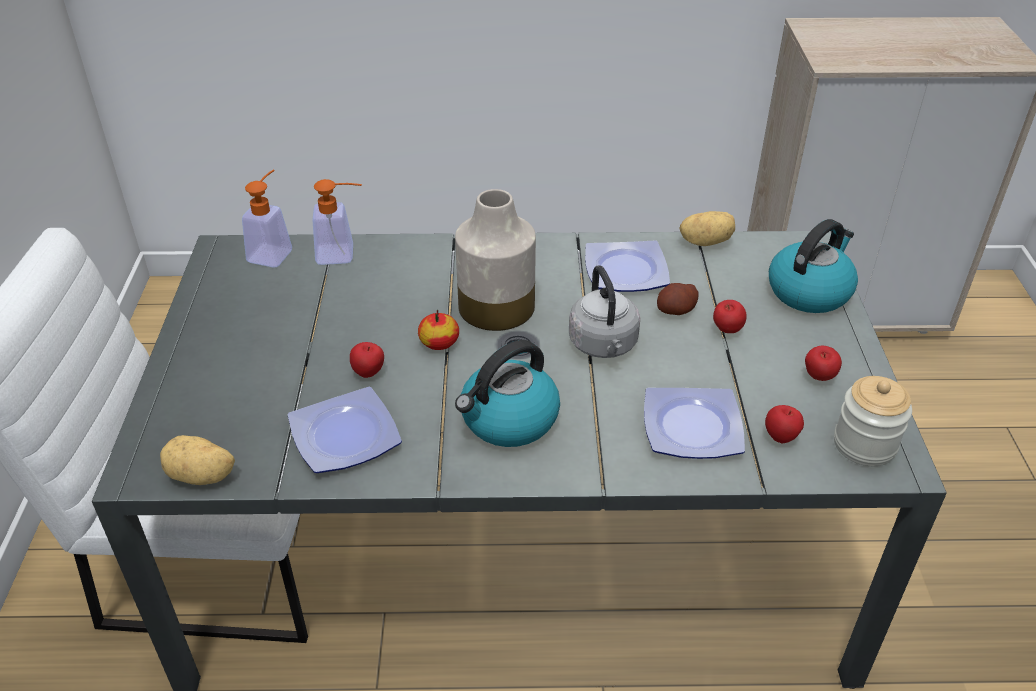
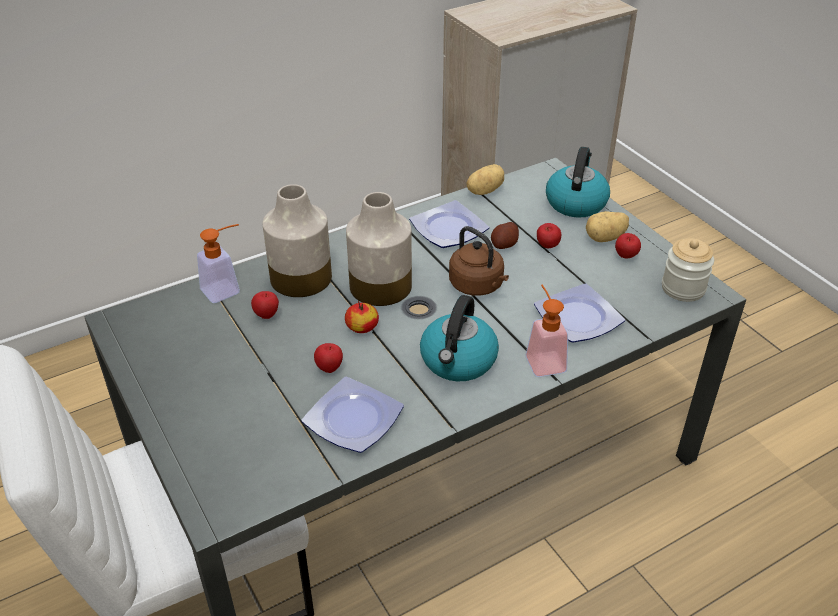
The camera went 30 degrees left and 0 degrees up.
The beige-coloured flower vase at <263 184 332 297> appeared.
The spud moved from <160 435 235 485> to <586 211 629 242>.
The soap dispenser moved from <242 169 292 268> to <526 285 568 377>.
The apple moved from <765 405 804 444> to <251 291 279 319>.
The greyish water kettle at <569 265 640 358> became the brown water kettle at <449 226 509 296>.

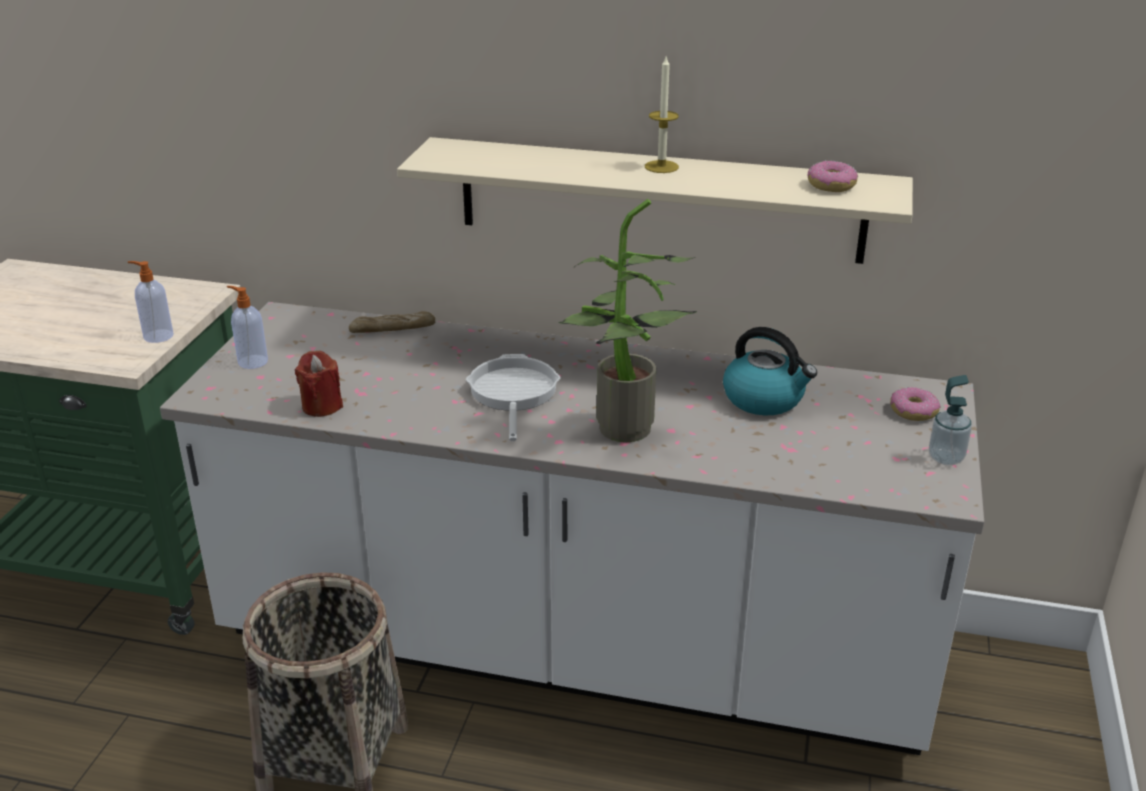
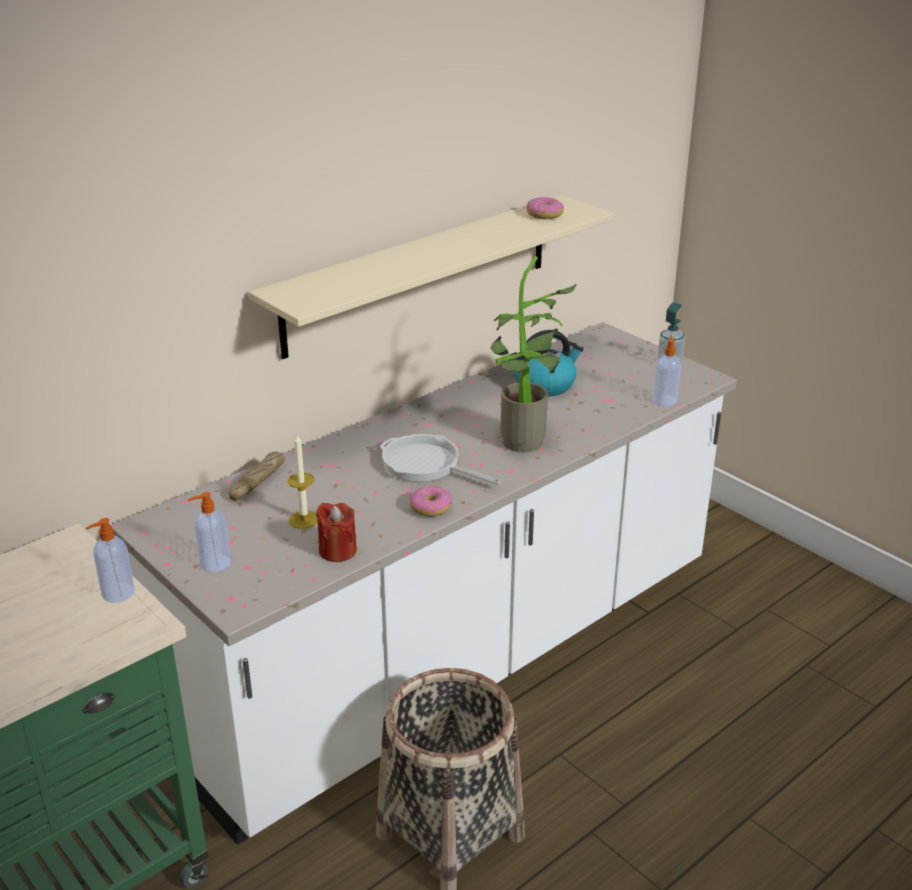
The camera went 55 degrees left and 0 degrees up.
The soap dispenser at <653 335 681 406> appeared.
The wax candle moved from <645 57 679 173> to <288 435 318 529>.
The doughnut moved from <890 387 940 421> to <410 486 452 517>.

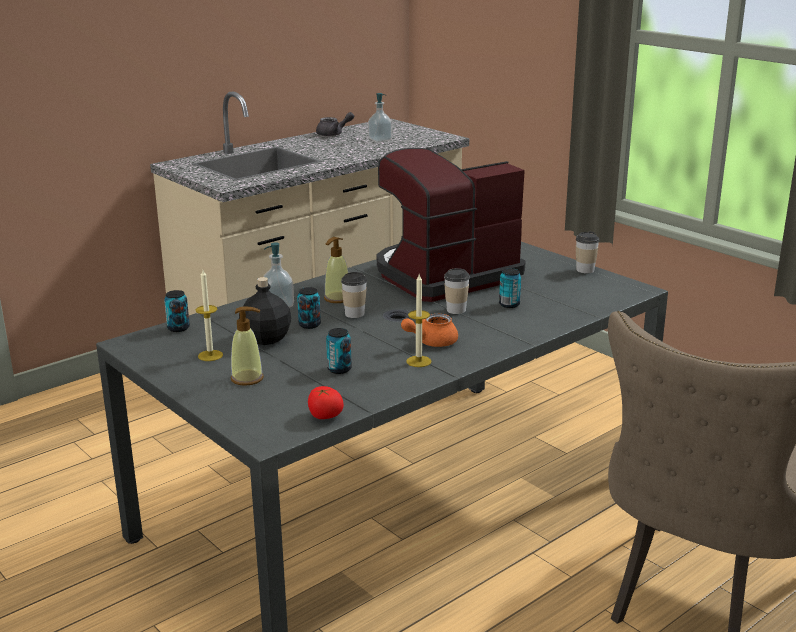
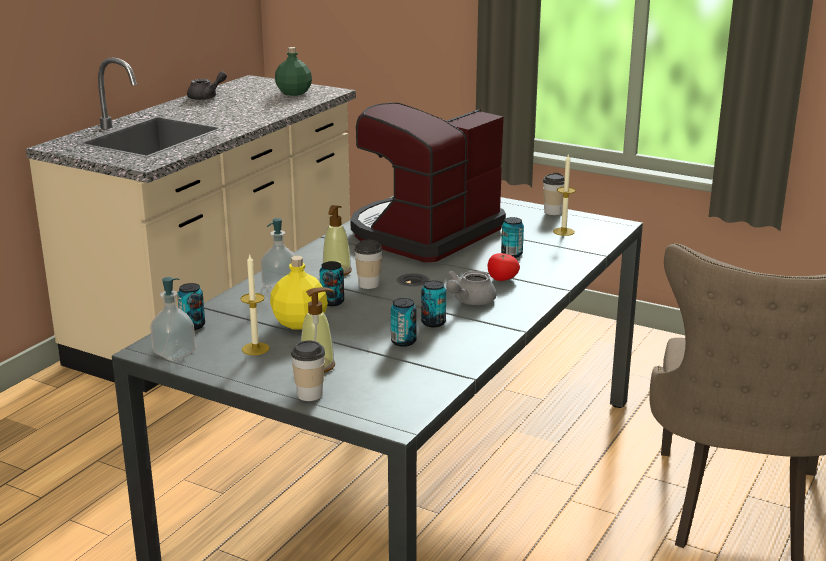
The camera went 20 degrees left and 0 degrees up.
The green beverage bottle at <275 47 312 96> appeared.
The sealed can at <421 280 446 327> appeared.
The fresh tomato moved from <308 386 344 419> to <488 253 520 281>.
The soap dispenser moved from <368 93 392 142> to <150 277 196 361>.
The wax candle moved from <406 274 432 367> to <553 155 576 236>.
The drinking cup moved from <444 268 470 314> to <291 341 325 401>.
The black-coloured beverage bottle at <239 277 291 345> became the yellow-coloured beverage bottle at <270 256 328 330>.
The orangey tea pot at <401 314 458 347> became the greyish tea pot at <446 270 496 305>.

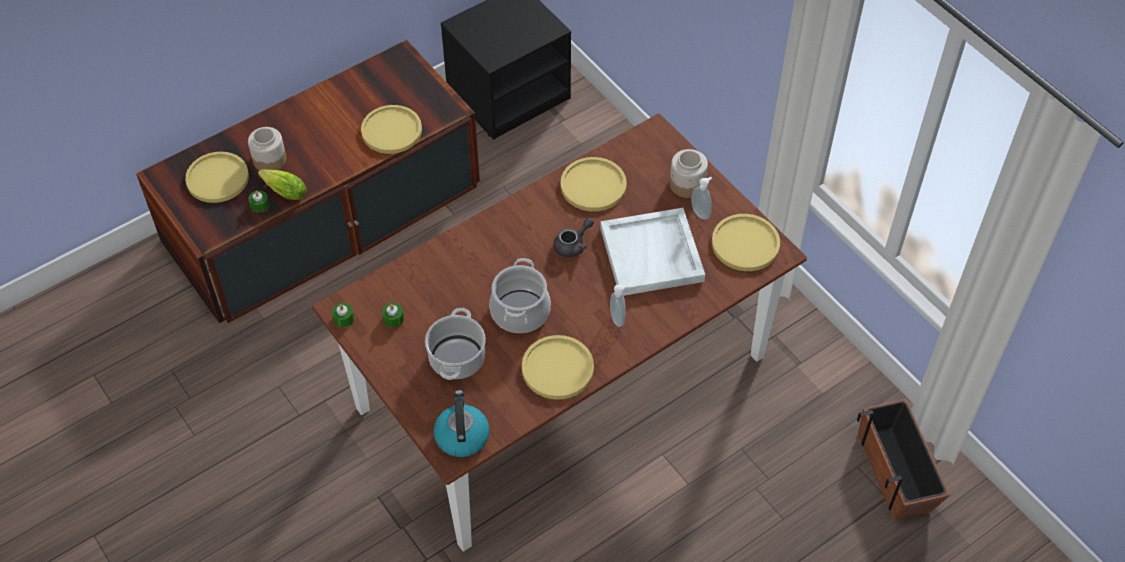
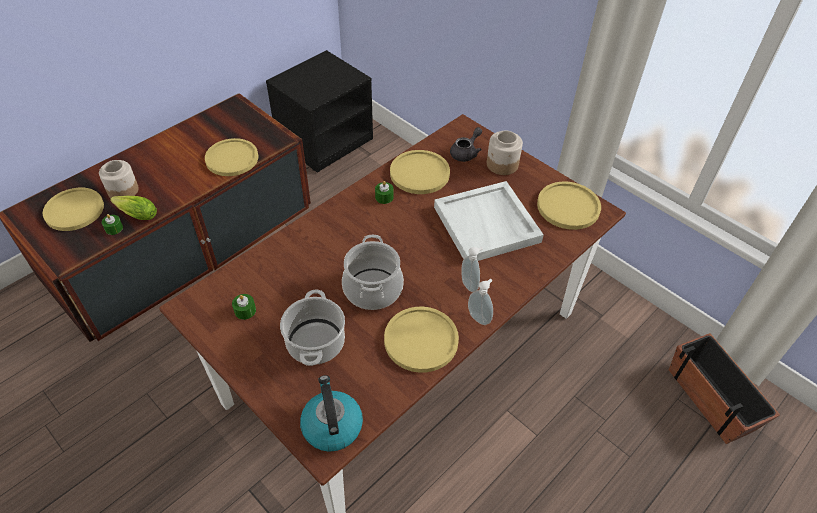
The camera went 10 degrees left and 5 degrees down.
The green wax candle moved from <332 303 354 328> to <375 181 394 204>.
The greyish tea pot moved from <553 217 594 257> to <450 127 482 162>.
The soap dispenser moved from <691 177 712 220> to <468 279 493 325>.

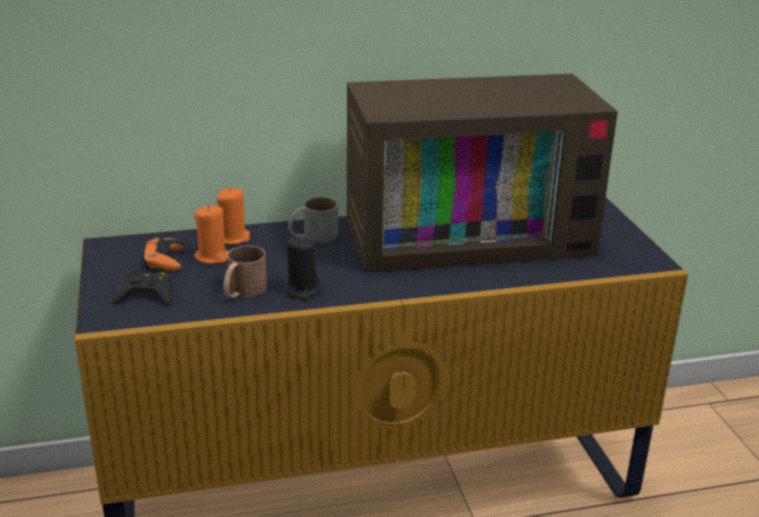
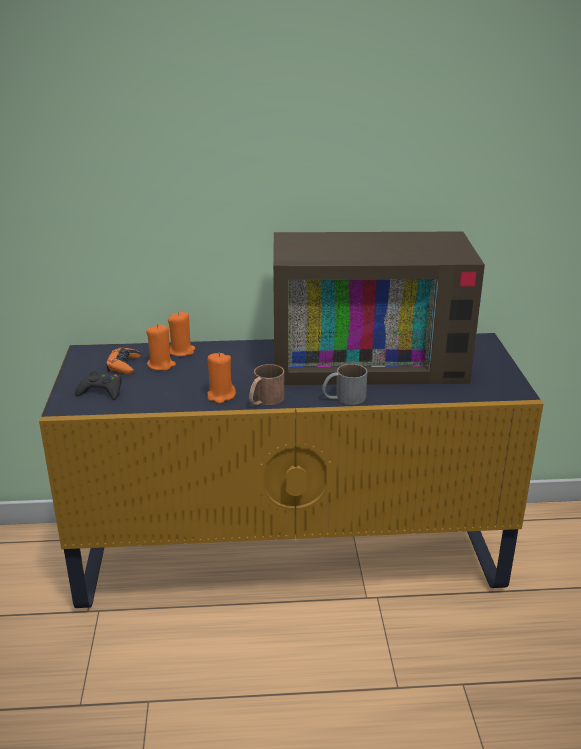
The camera went 10 degrees right and 0 degrees up.
The brown tea mug moved from <223 245 267 298> to <249 364 284 405>.
The greyish tea mug moved from <288 197 338 242> to <322 364 367 405>.
The black-coloured wax candle at <285 236 321 301> became the orangey wax candle at <208 353 236 404>.

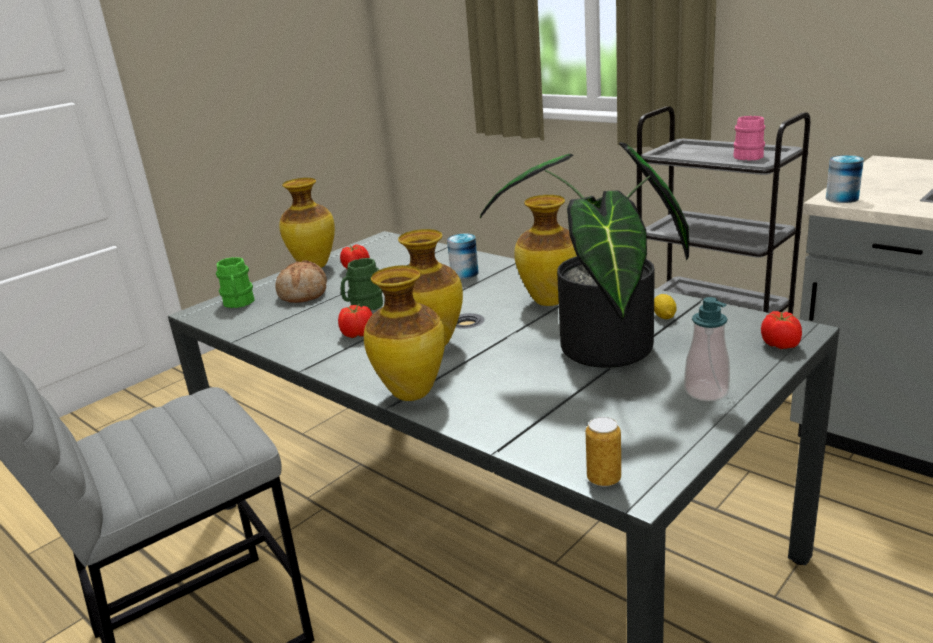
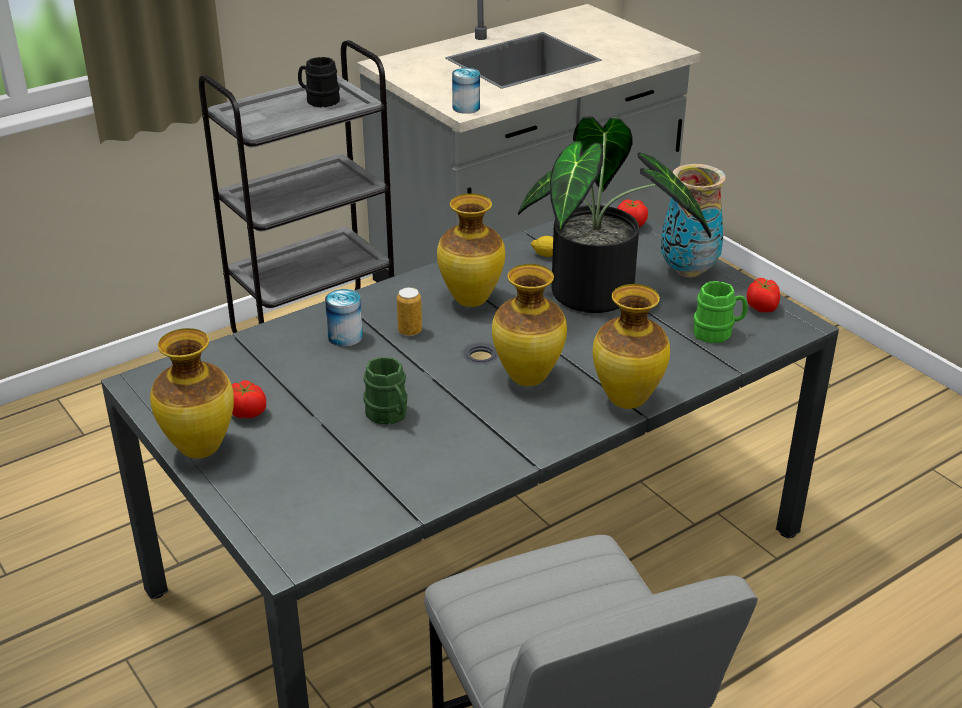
The camera went 80 degrees left and 10 degrees up.
The baked bread at <275 261 327 303> disappeared.
The green tea mug moved from <216 257 255 308> to <693 281 747 343>.
The fresh tomato moved from <338 304 373 338> to <747 278 780 312>.
The sealed can moved from <585 417 621 487> to <397 287 422 336>.
The soap dispenser at <684 297 730 401> was replaced by the flower vase at <661 164 726 277>.
The pink-coloured tea mug at <734 116 765 161> became the black-coloured tea mug at <298 57 340 107>.

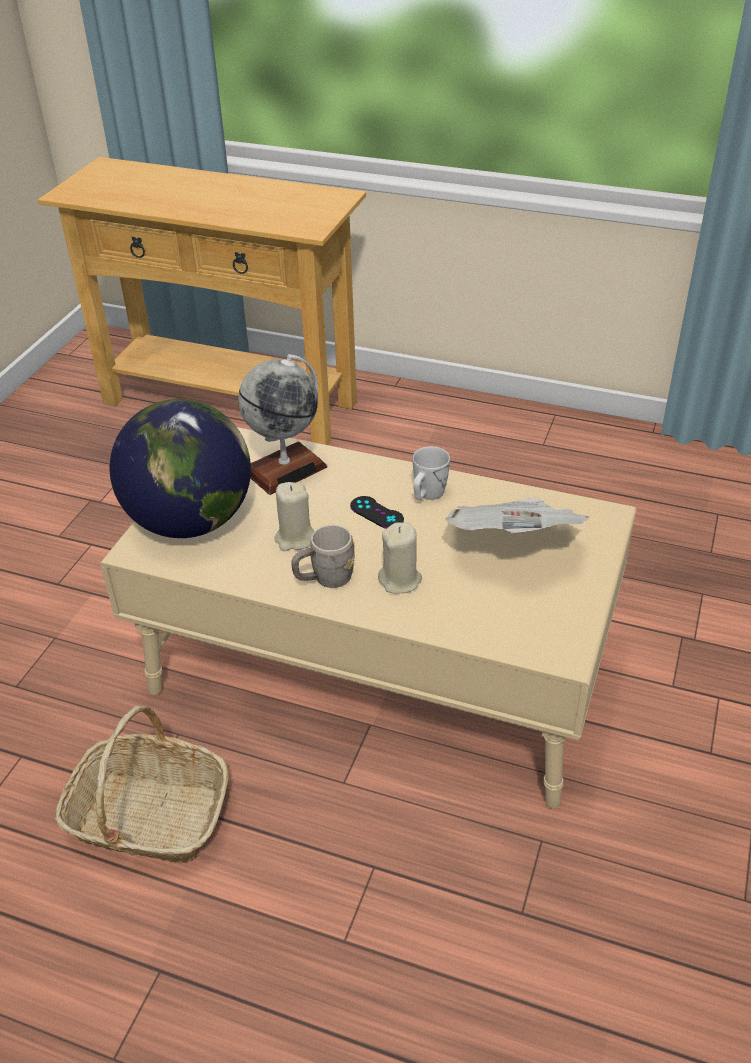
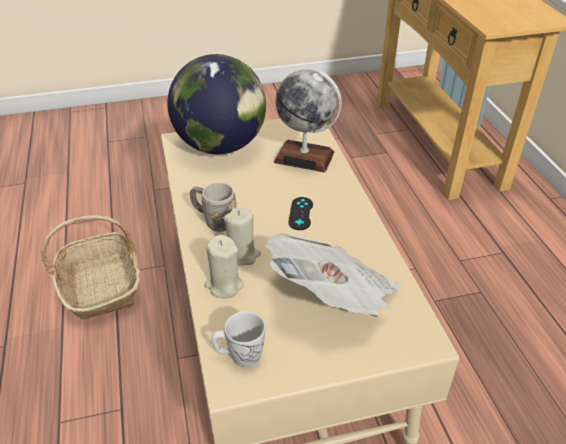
The camera went 55 degrees right and 0 degrees up.
The beige-coloured wax candle moved from <274 482 314 551> to <204 235 244 298>.
The white tea mug moved from <413 446 450 500> to <211 311 265 367>.

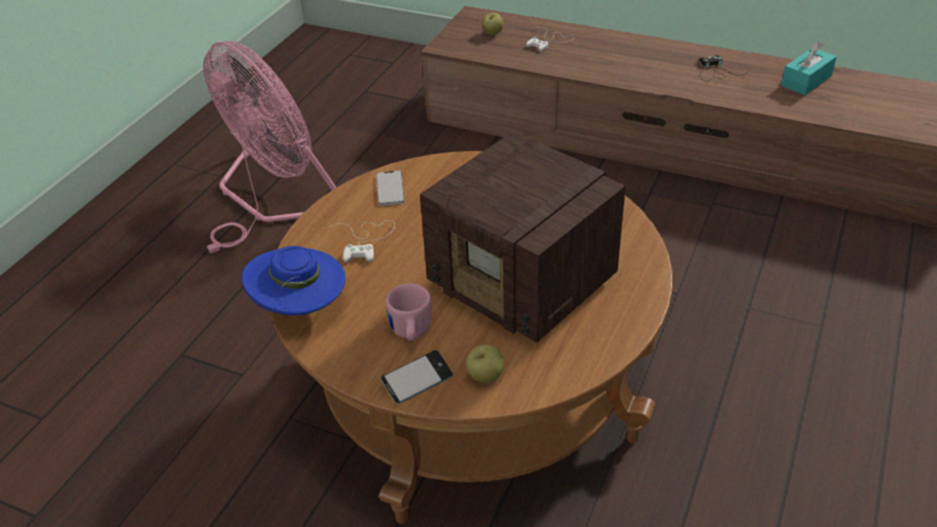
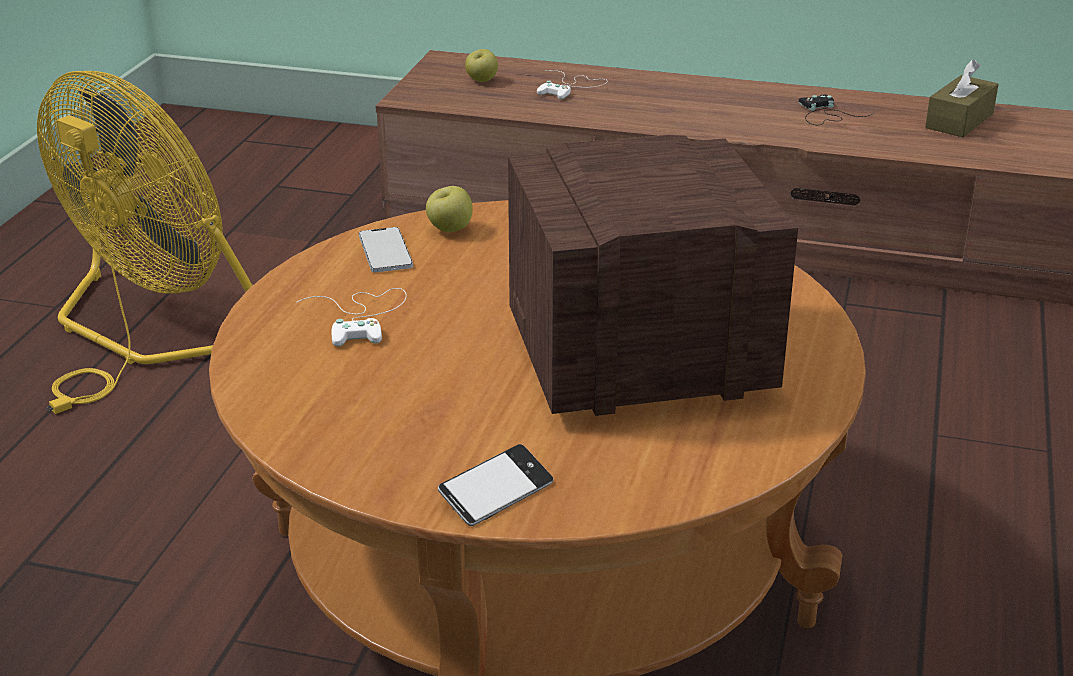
The camera went 10 degrees left and 10 degrees down.
The bluish clothing hat at <242 246 346 316> disappeared.
The pink-coloured tea mug at <386 283 432 341> disappeared.
The apple moved from <466 345 504 383> to <426 186 473 232>.
The pink-coloured cooling fan at <203 41 336 254> became the yellow-coloured cooling fan at <37 71 253 414>.
The turquoise-coloured tissue holder at <781 41 836 95> became the brown tissue holder at <925 59 999 137>.
The radio at <420 134 626 343> turned 135 degrees clockwise.

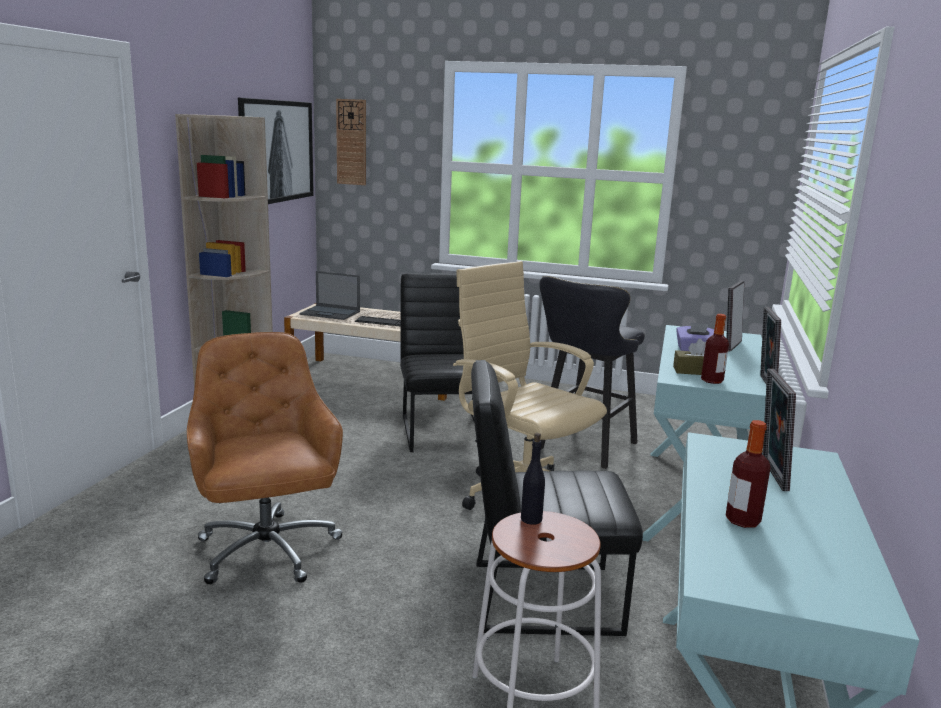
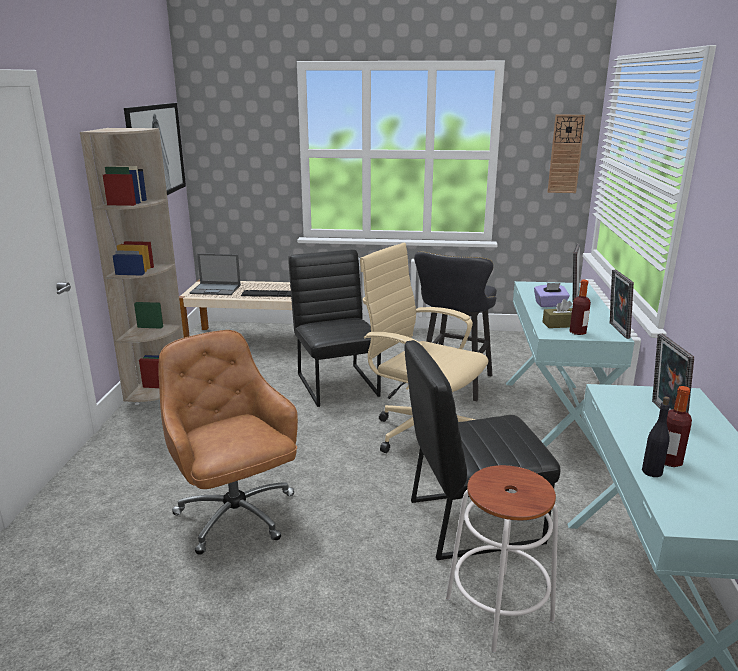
The camera went 10 degrees left and 5 degrees up.
The wall clock moved from <336 99 366 185> to <548 115 585 193>.
The black-coloured beverage bottle moved from <521 433 545 525> to <642 396 670 477>.

